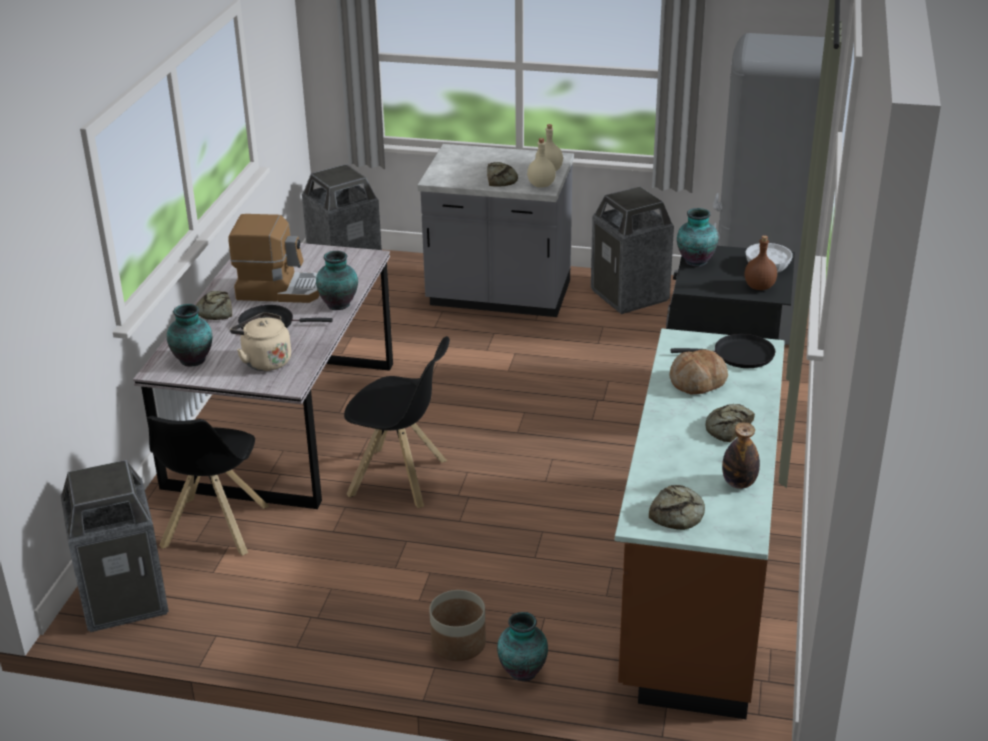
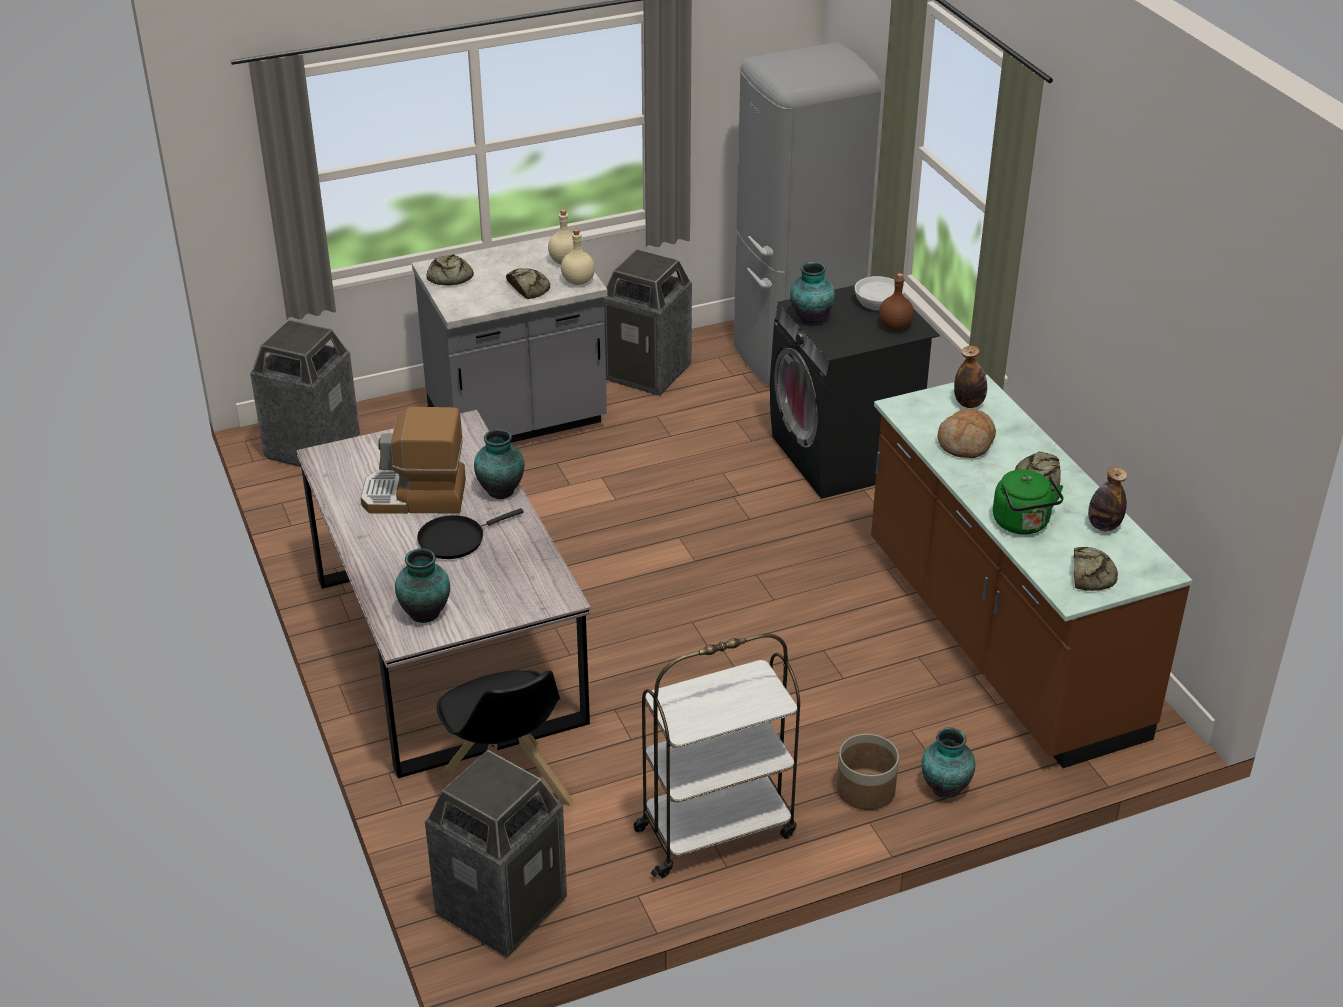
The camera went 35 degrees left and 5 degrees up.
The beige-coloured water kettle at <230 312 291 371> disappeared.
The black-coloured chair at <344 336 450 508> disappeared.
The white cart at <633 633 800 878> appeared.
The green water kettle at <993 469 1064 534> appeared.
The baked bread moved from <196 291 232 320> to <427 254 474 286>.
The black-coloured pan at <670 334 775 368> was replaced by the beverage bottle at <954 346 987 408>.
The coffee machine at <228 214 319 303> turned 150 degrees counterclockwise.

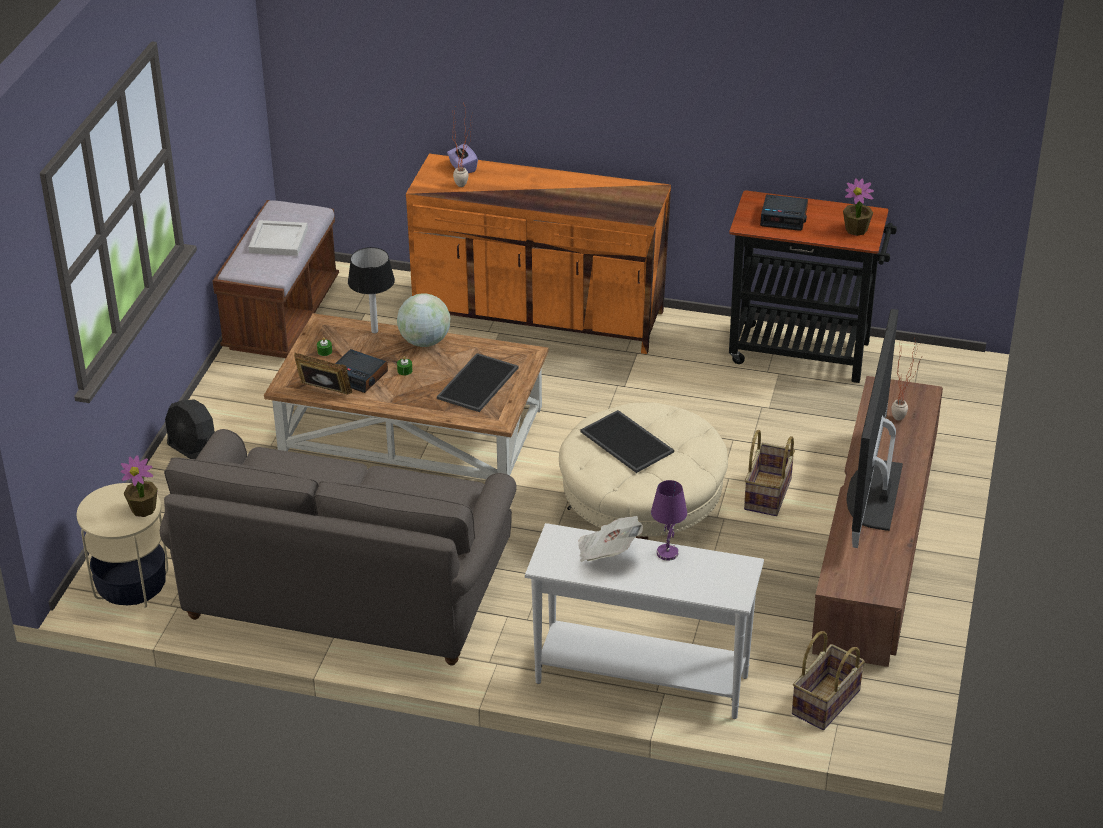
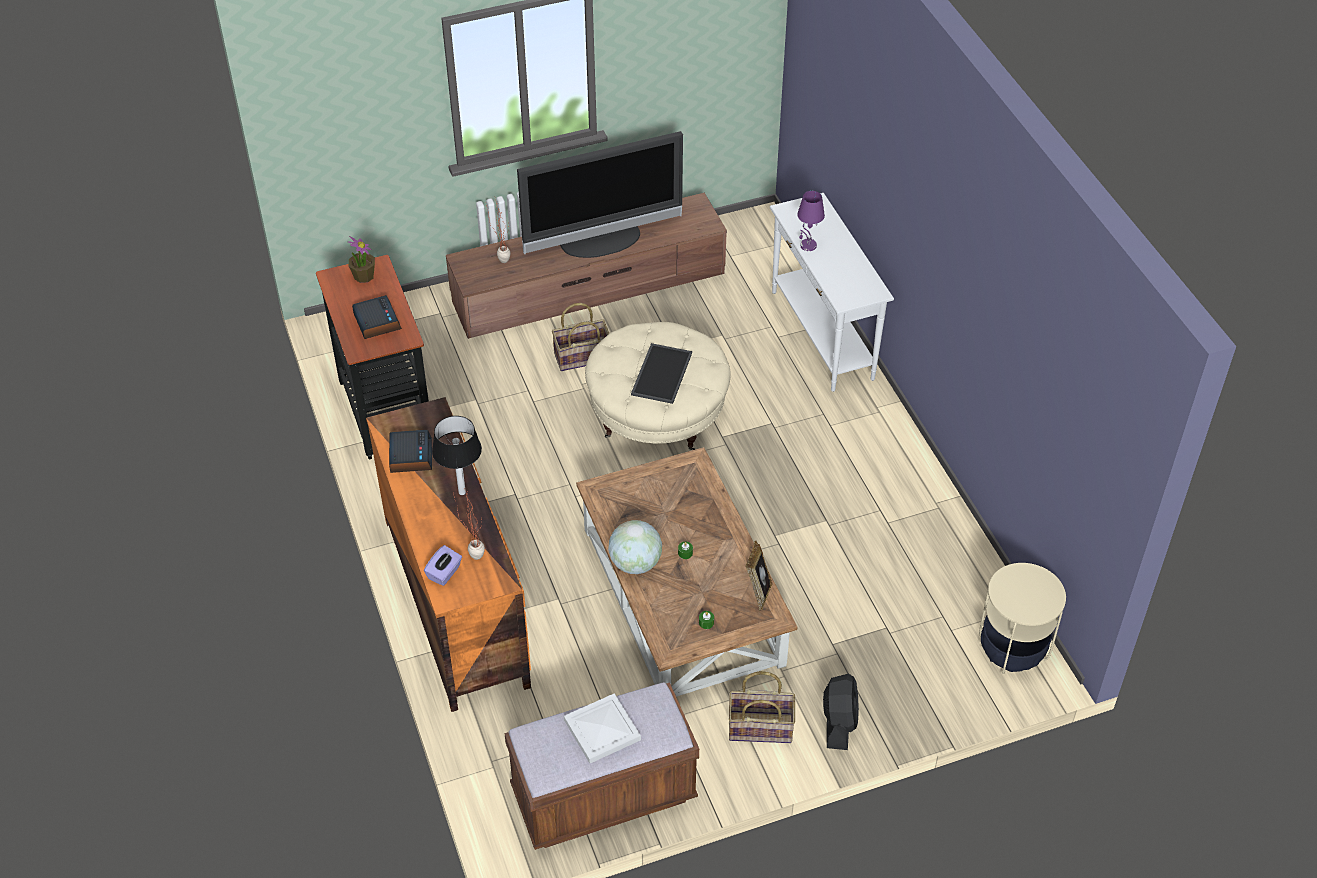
The camera went 125 degrees left and 10 degrees up.
The plant in a pot at <120 455 158 517> disappeared.
The greyish settee at <160 429 517 666> disappeared.
The tray at <437 353 519 412> disappeared.
The newspaper at <578 516 643 562> disappeared.
The table clock moved from <335 349 388 393> to <389 430 432 473>.
The table lamp moved from <348 247 395 333> to <432 416 482 495>.
The household basket moved from <792 631 865 730> to <729 671 795 743>.

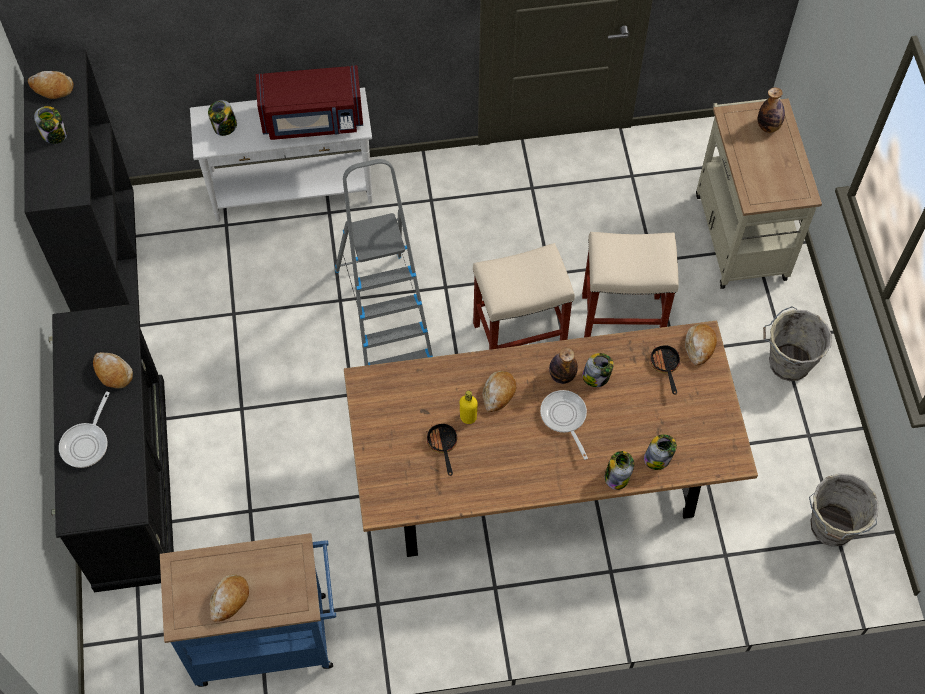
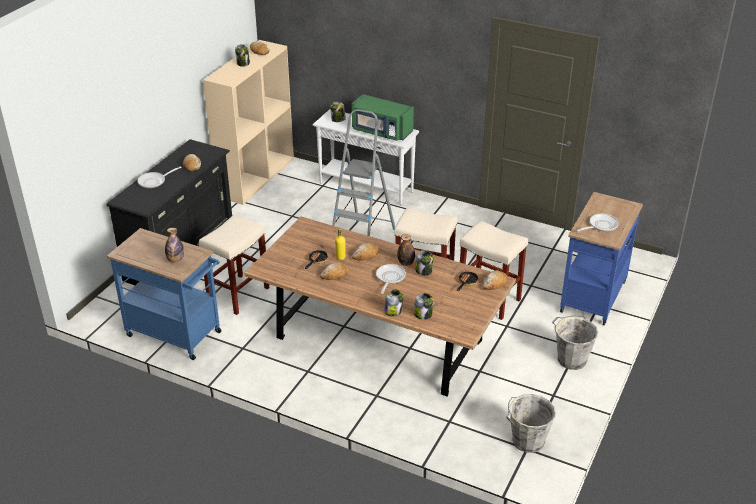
The camera went 35 degrees right and 25 degrees down.
The beige-coloured stool seat at <199 214 269 315> appeared.
The pan at <577 214 619 232> appeared.
The baked bread moved from <210 574 249 622> to <320 262 349 280>.
The beverage bottle moved from <758 87 785 133> to <165 228 184 263>.
The black-coloured bookcase at <24 49 140 324> became the beige-coloured bookcase at <203 40 294 205>.
The red microwave oven at <256 65 363 140> became the green microwave oven at <352 94 414 141>.
The beige-coloured cart at <696 98 822 289> became the bluish cart at <560 192 643 325>.

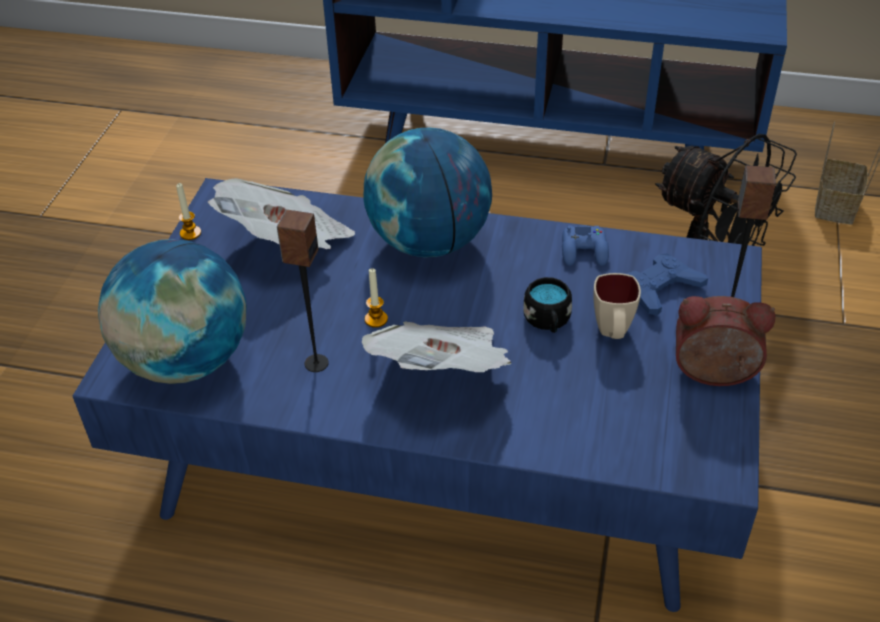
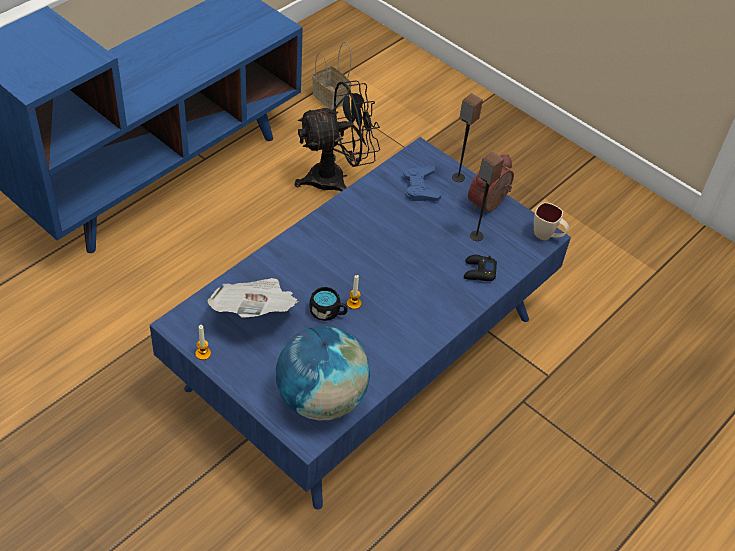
The camera went 65 degrees left and 5 degrees up.
The newspaper at <361 321 511 372> disappeared.
The desk globe at <364 127 492 257> disappeared.
The bluish joypad at <562 225 609 266> disappeared.
The black-coloured joypad at <464 255 497 281> appeared.
The speaker moved from <277 210 329 372> to <470 152 504 241>.
The black-coloured tea mug moved from <524 277 572 333> to <309 287 348 321>.
The beige-coloured tea mug moved from <593 273 641 339> to <534 202 569 241>.

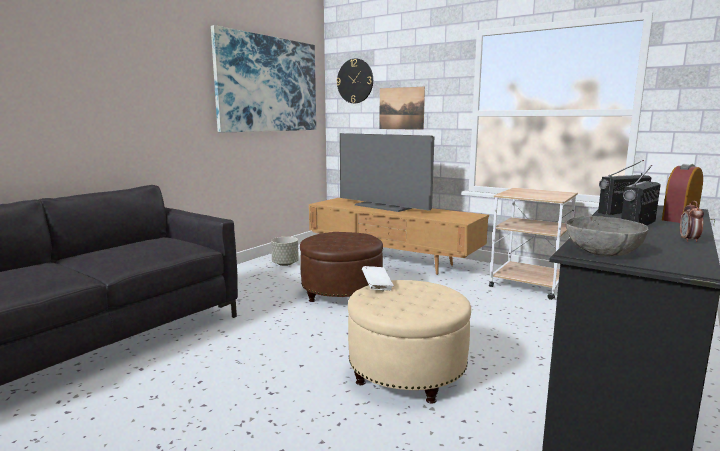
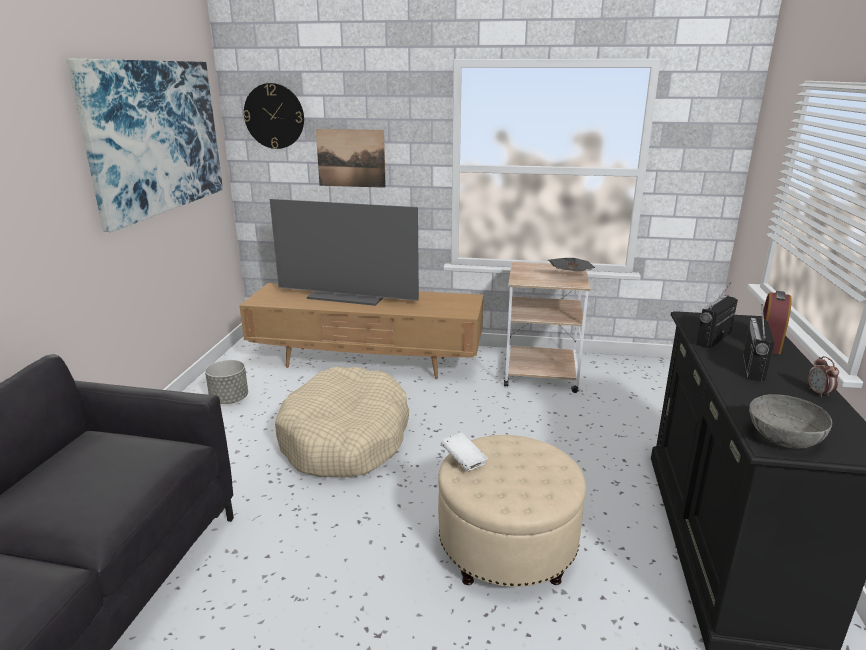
The camera went 25 degrees left and 10 degrees up.
The newspaper at <548 258 595 271> appeared.
The brown ottoman at <300 232 383 302> was replaced by the beige-coloured dog bed at <275 366 409 478>.

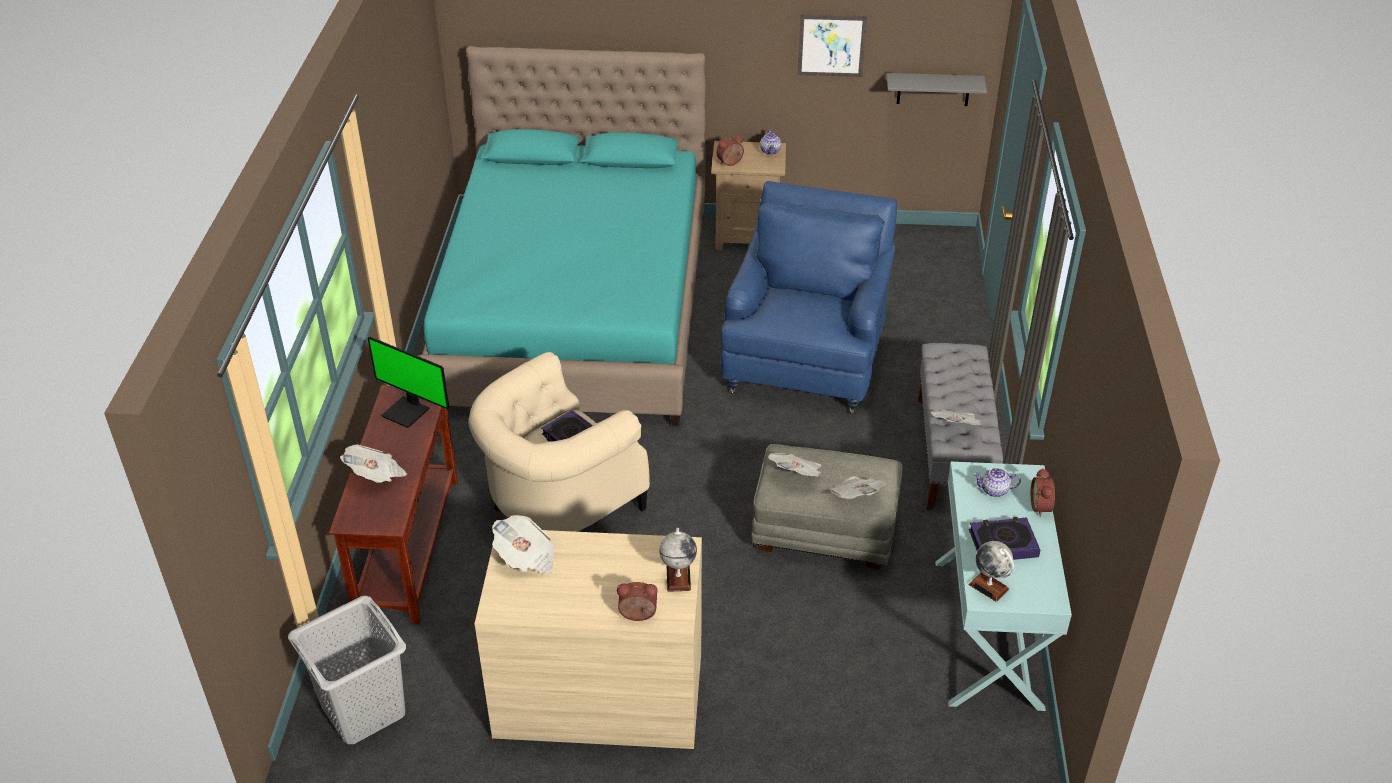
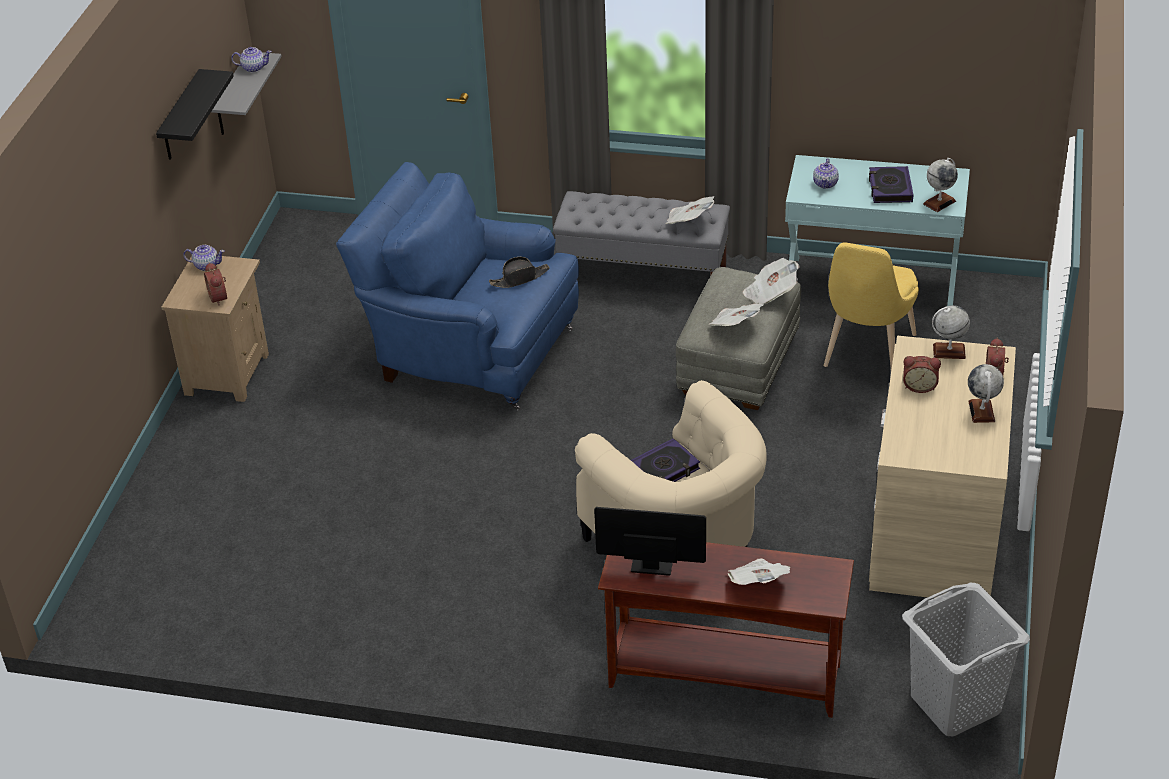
The camera went 80 degrees left and 0 degrees up.
The turquoise-coloured sleeping bed at <418 46 706 426> disappeared.
The newspaper at <492 515 556 575> disappeared.
The tea pot at <231 47 272 73> appeared.
The black-coloured clothing hat at <489 257 550 288> appeared.
The yellow-coloured chair at <824 243 919 370> appeared.
The desk globe at <968 364 1004 423> appeared.
The table clock moved from <1031 468 1055 517> to <903 356 941 393>.
The picture at <797 14 867 77> was replaced by the black-coloured shelf at <156 69 234 160>.
The computer screen at <368 337 449 428> turned 120 degrees counterclockwise.

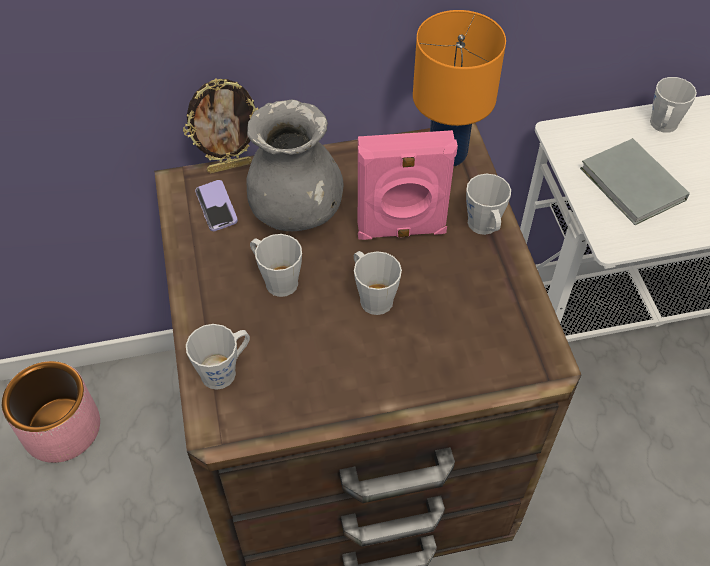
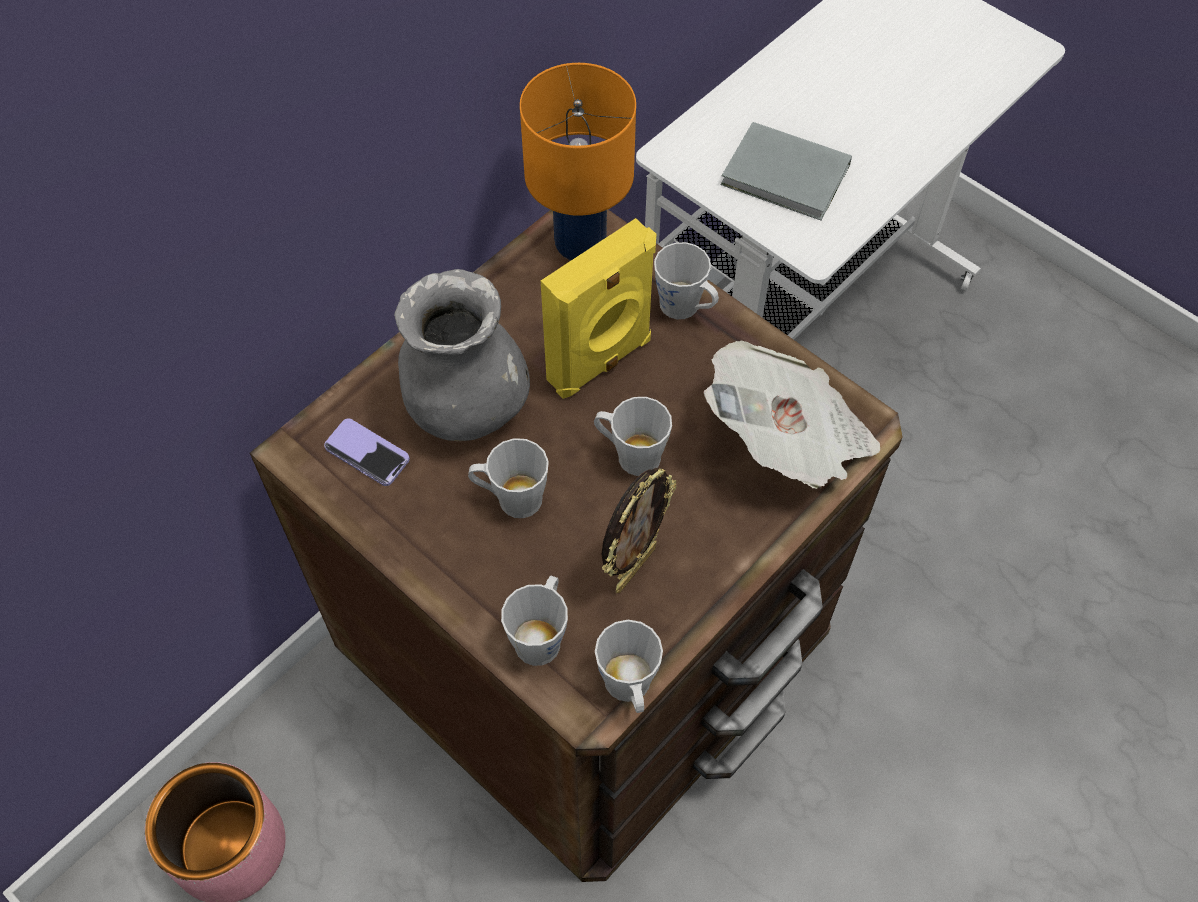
The camera went 35 degrees left and 5 degrees up.
The newspaper at <704 340 880 489> appeared.
The standing frame moved from <183 79 258 173> to <602 468 676 593>.
The greyish tea mug moved from <650 77 697 133> to <595 620 663 713>.
The pink-coloured speaker at <358 130 458 240> became the yellow-coloured speaker at <541 218 656 399>.

